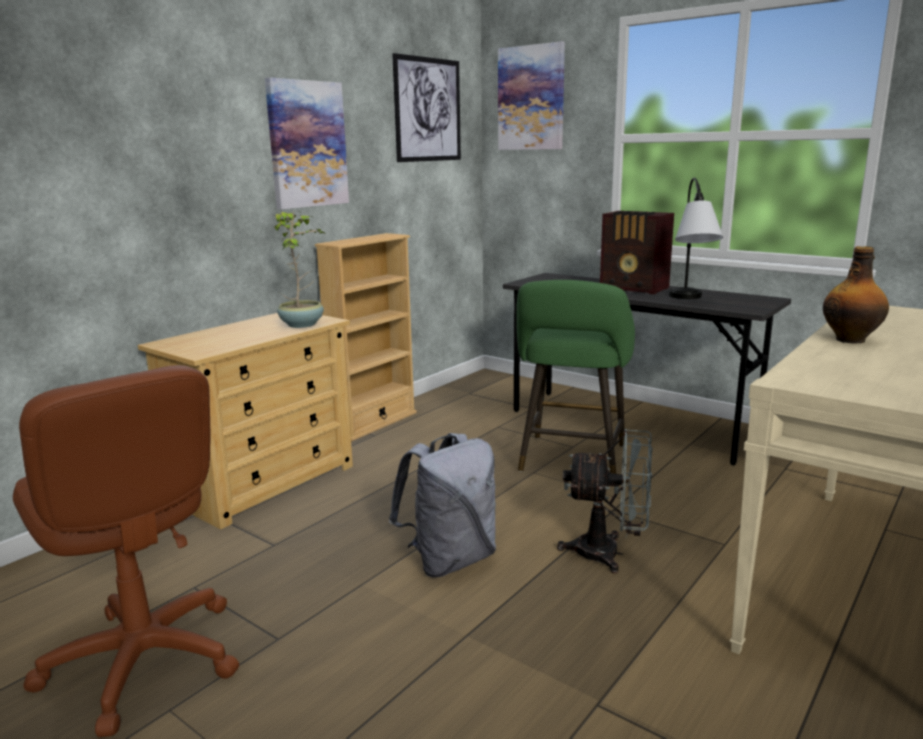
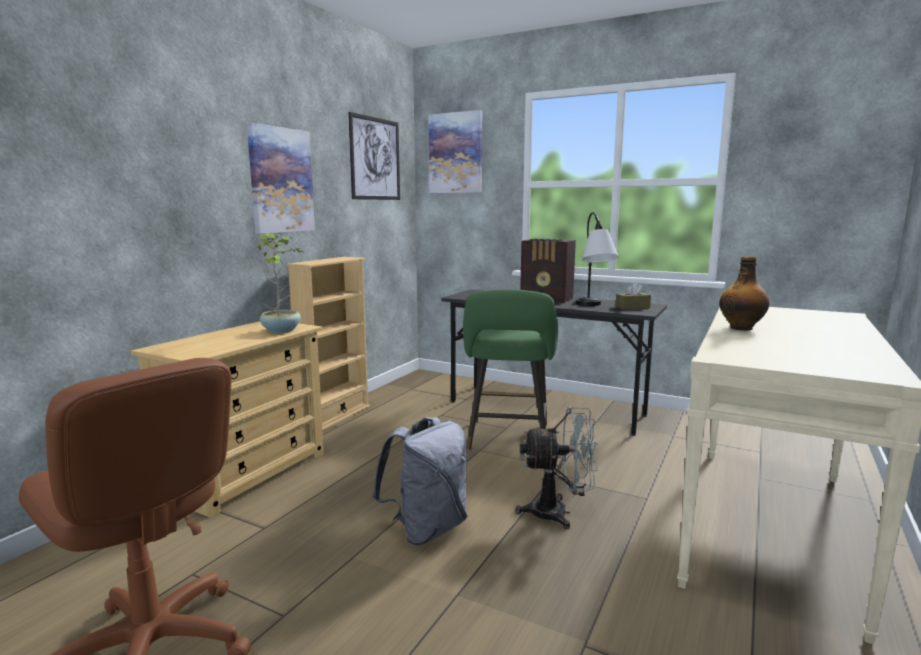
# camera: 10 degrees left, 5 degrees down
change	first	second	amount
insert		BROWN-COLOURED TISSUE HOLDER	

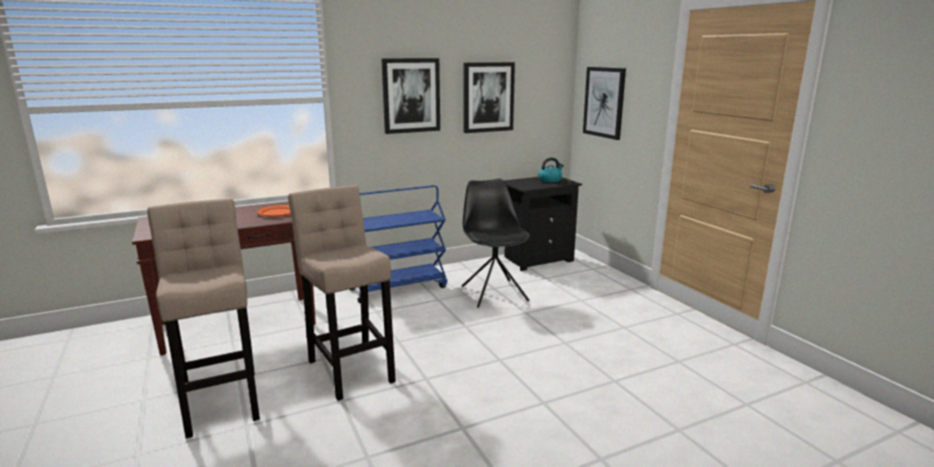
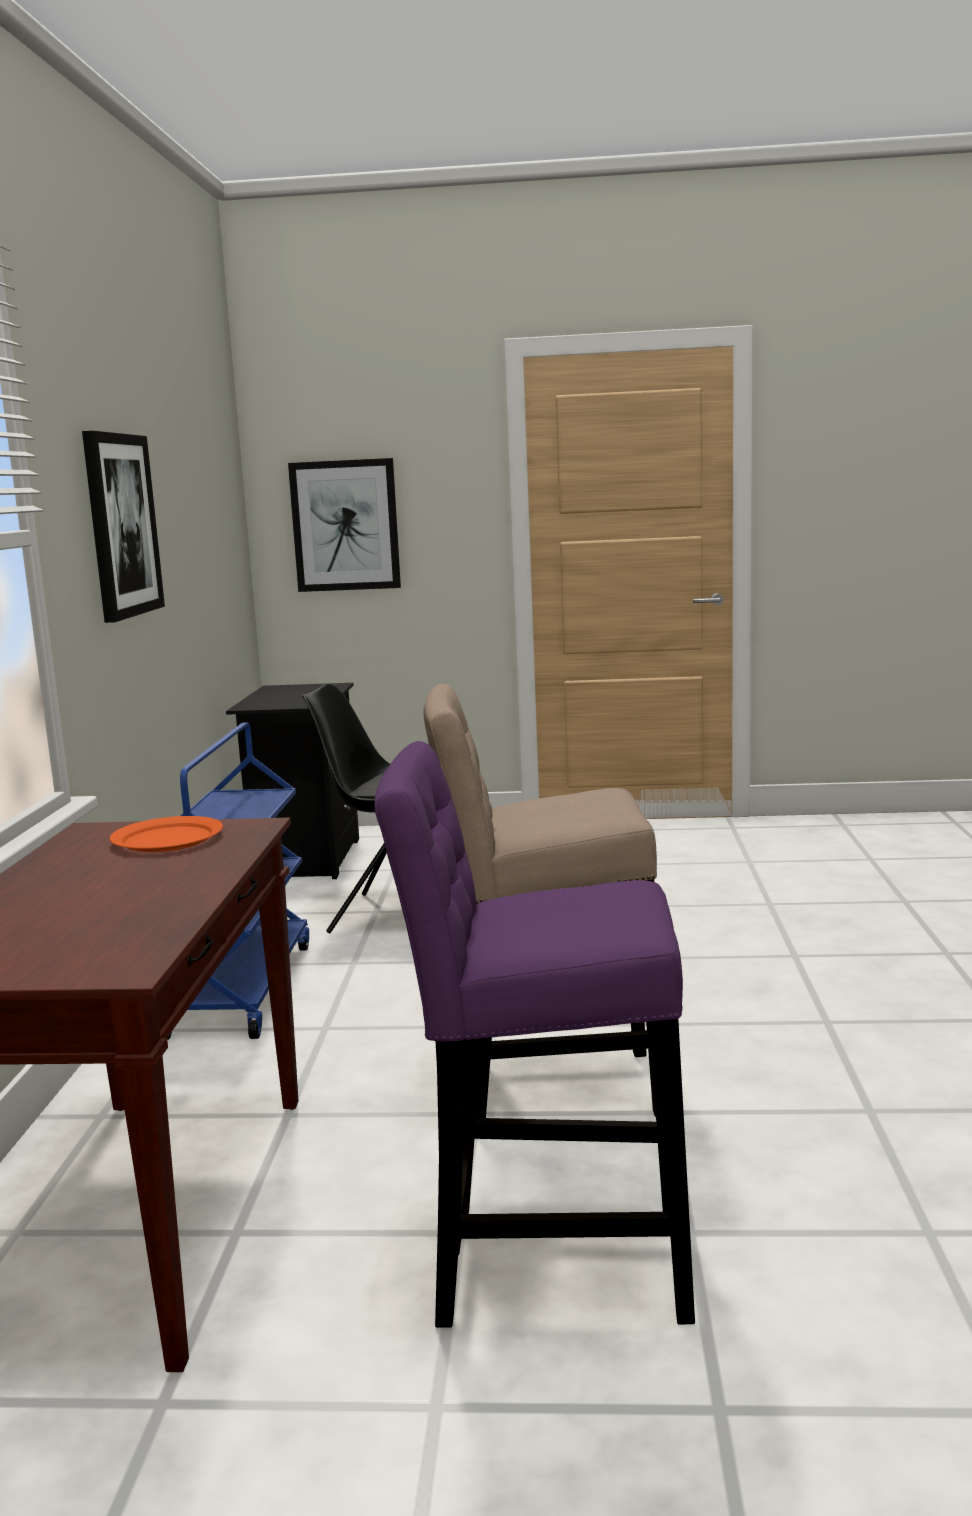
# camera: 60 degrees left, 5 degrees down
change	first	second	amount
recolor	SAND-COLOURED STOOL SEAT (1st from left)	PURPLE-COLOURED STOOL SEAT	
delete	WALL PICTURE (2nd from left)		
delete	TEA KETTLE		

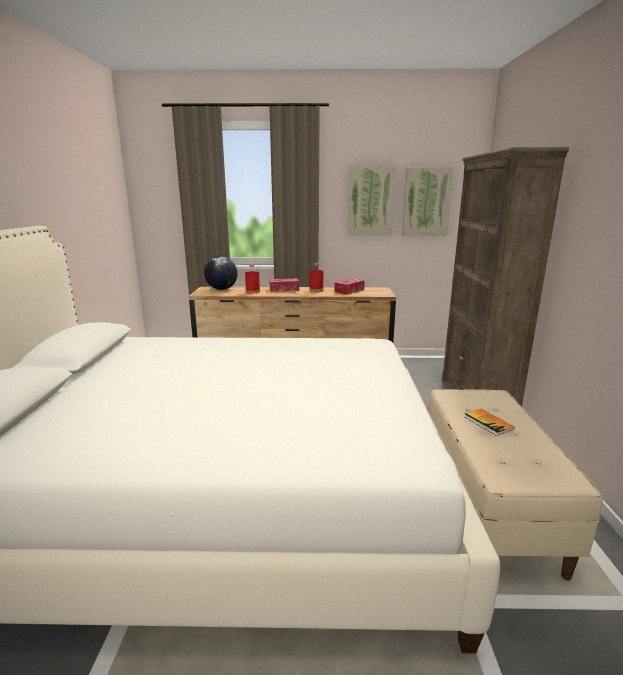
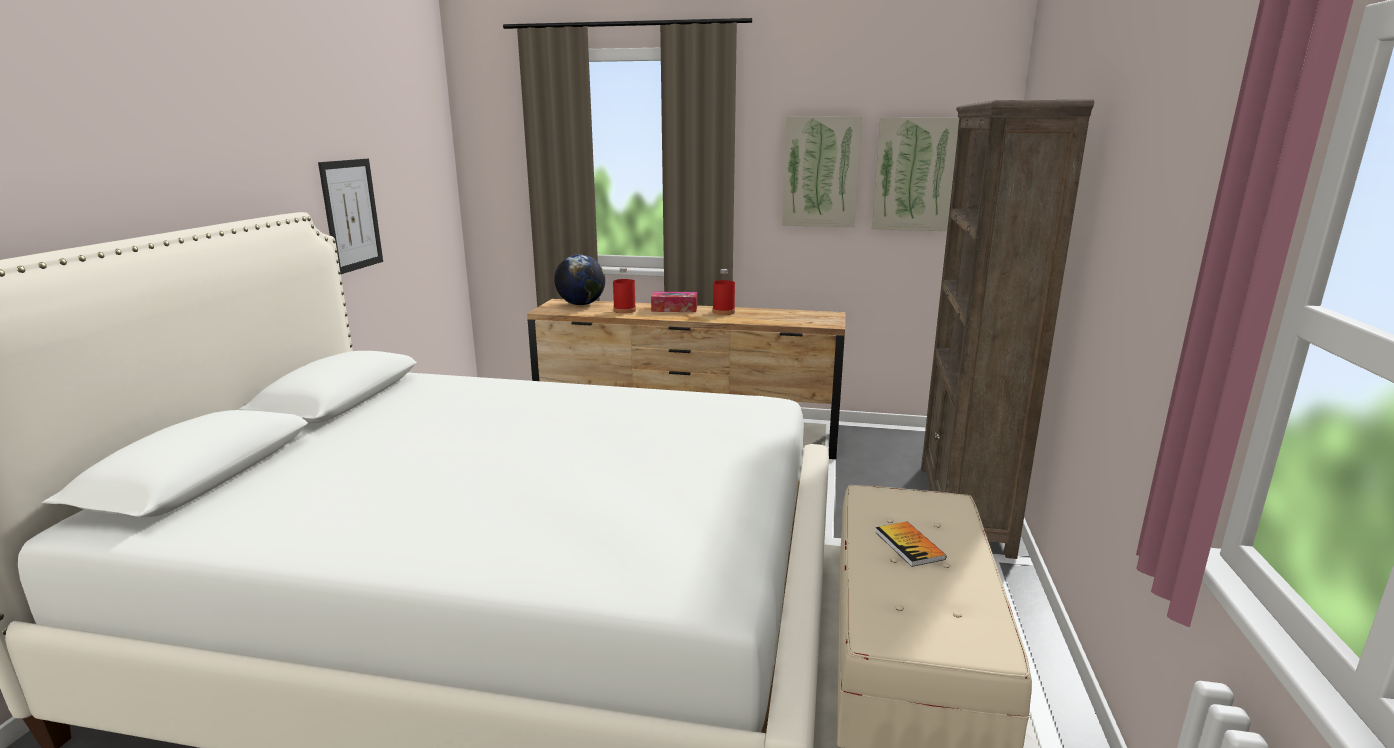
# camera: 10 degrees right, 0 degrees up
change	first	second	amount
insert		WALL PICTURE (1st from left)	
delete	TISSUE HOLDER (2nd from left)		

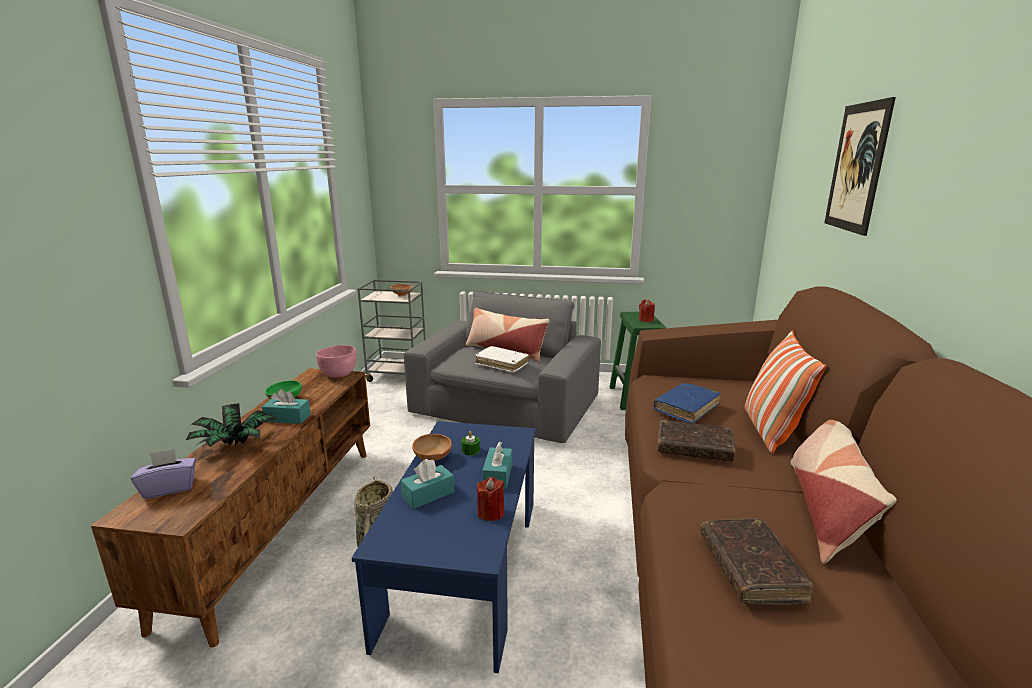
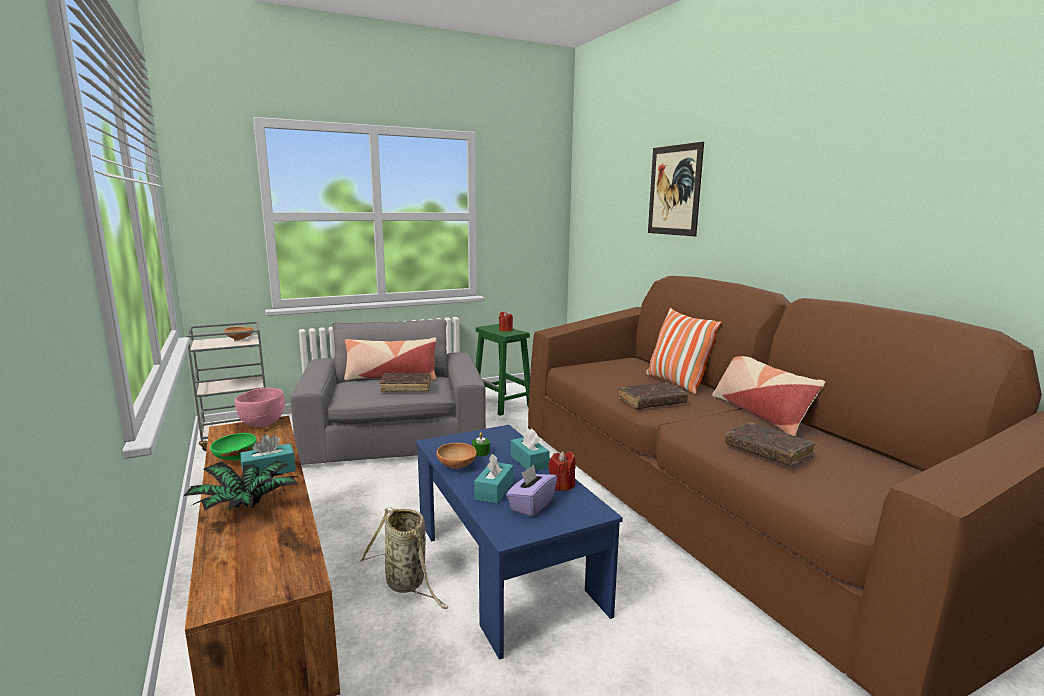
# camera: 35 degrees left, 5 degrees down
change	first	second	amount
recolor	WHITISH BOUND BOOK	BROWN-COLOURED BOUND BOOK (1st from left)	
move	PURPLE-COLOURED TISSUE HOLDER		
delete	BLUE BOUND BOOK		

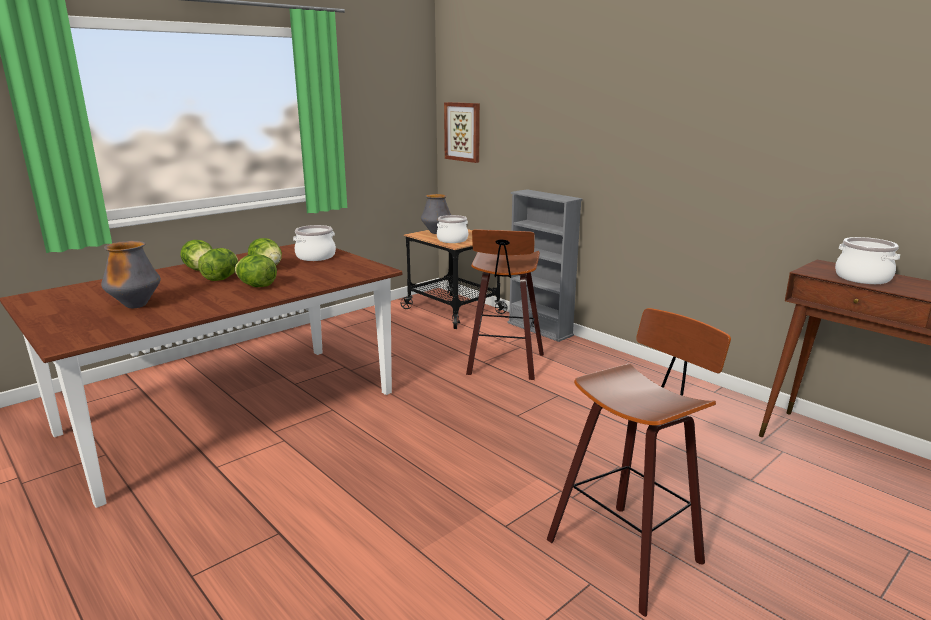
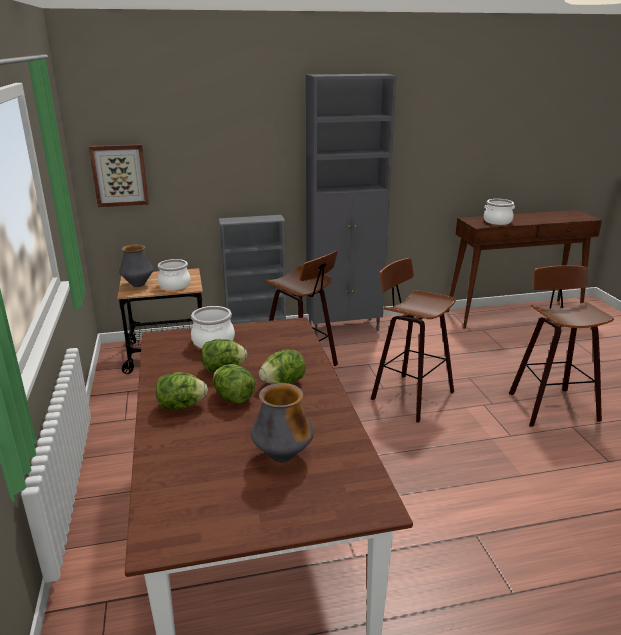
# camera: 60 degrees left, 5 degrees up
change	first	second	amount
insert		GREYISH STORAGE CABINET	
insert		STOOL SEAT (2nd from left)	

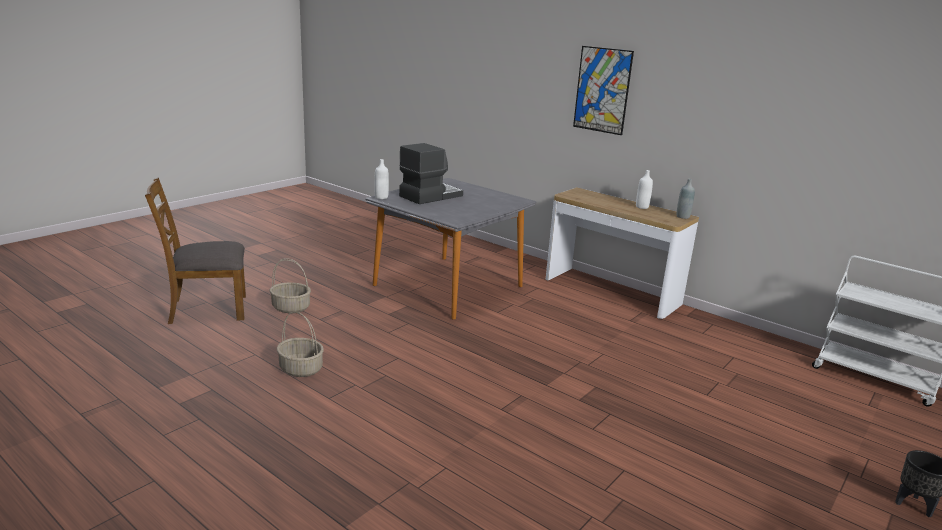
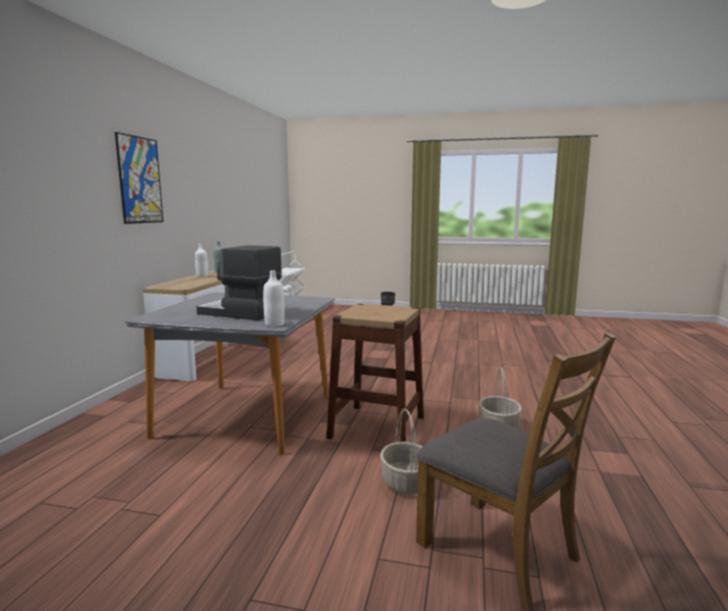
# camera: 115 degrees left, 10 degrees down
change	first	second	amount
insert		BROWN-COLOURED STOOL SEAT	

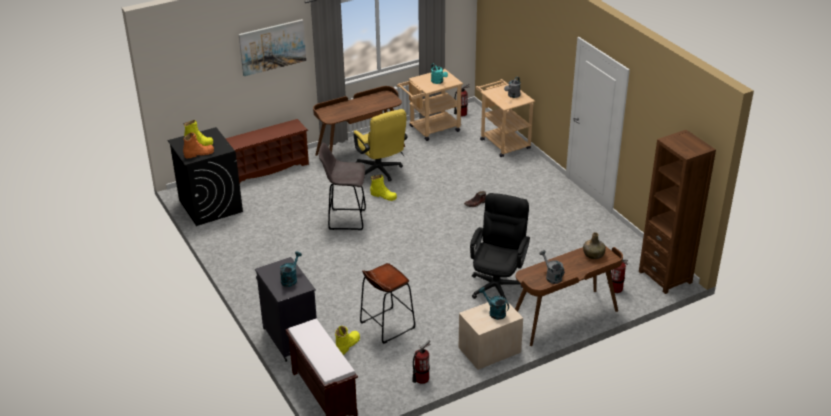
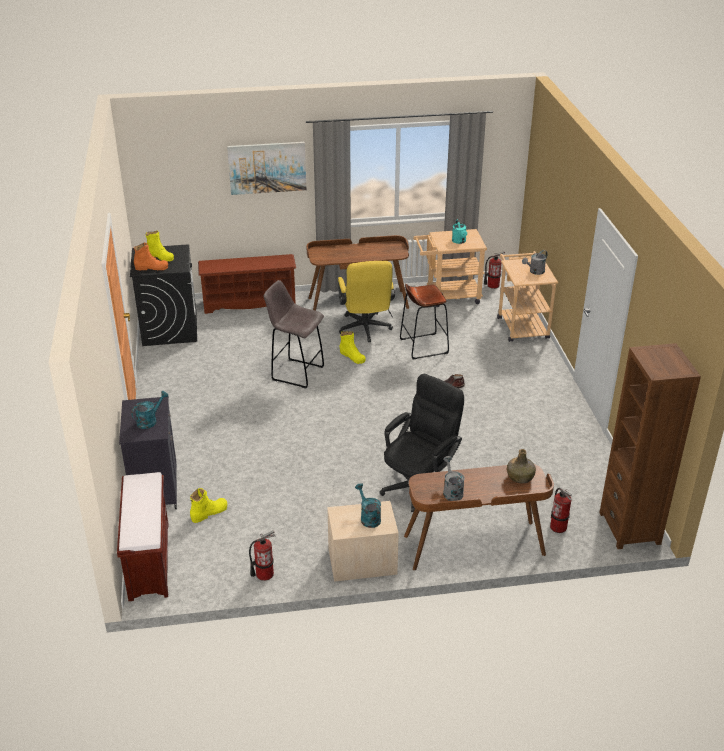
# camera: 20 degrees right, 0 degrees up
change	first	second	amount
move	BROWN-COLOURED STOOL SEAT		

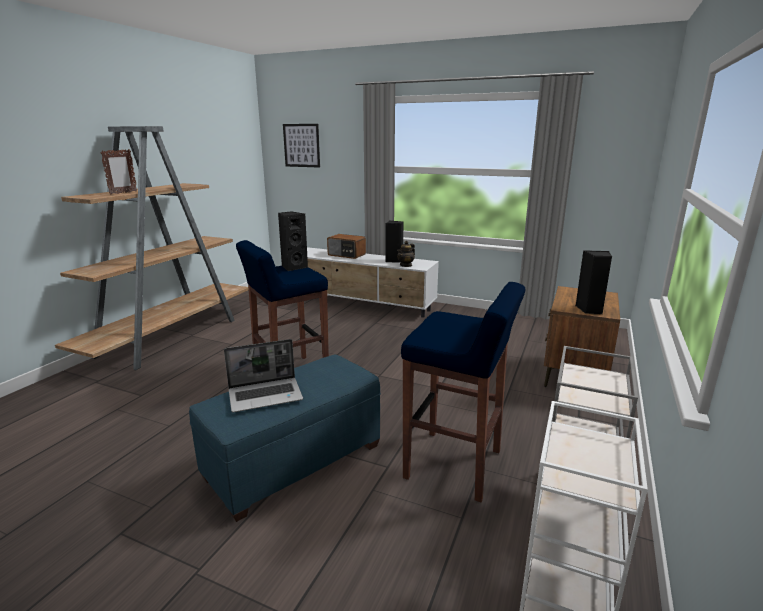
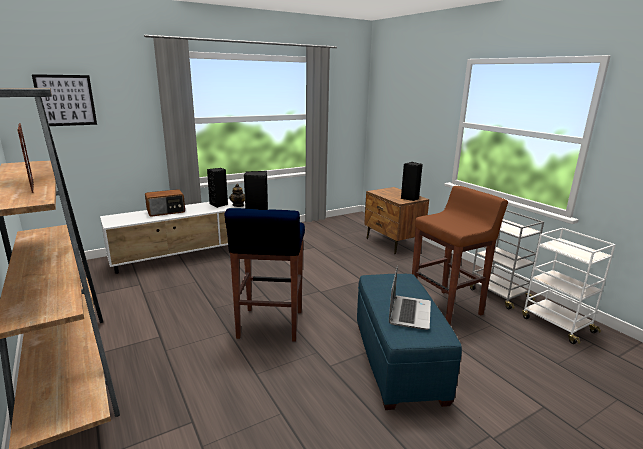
# camera: 55 degrees left, 0 degrees up
change	first	second	amount
recolor	BLUE STOOL SEAT (2nd from left)	BROWN-COLOURED STOOL SEAT	

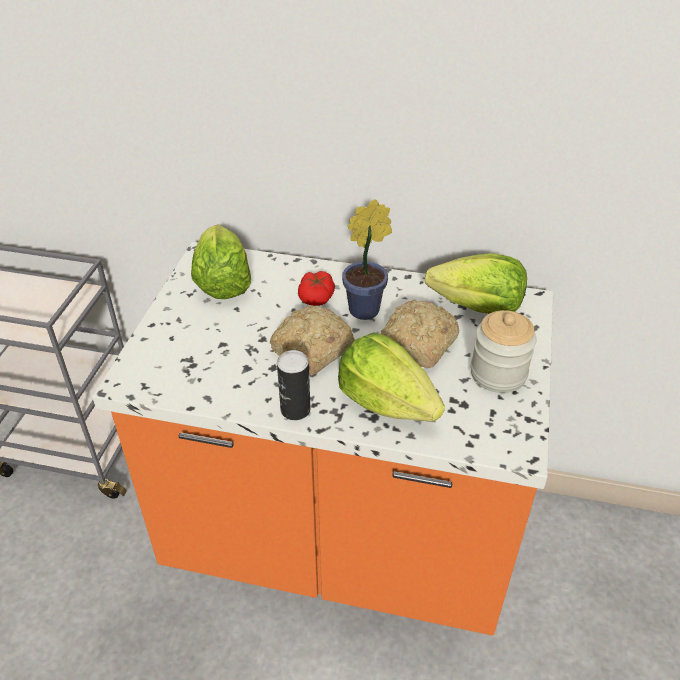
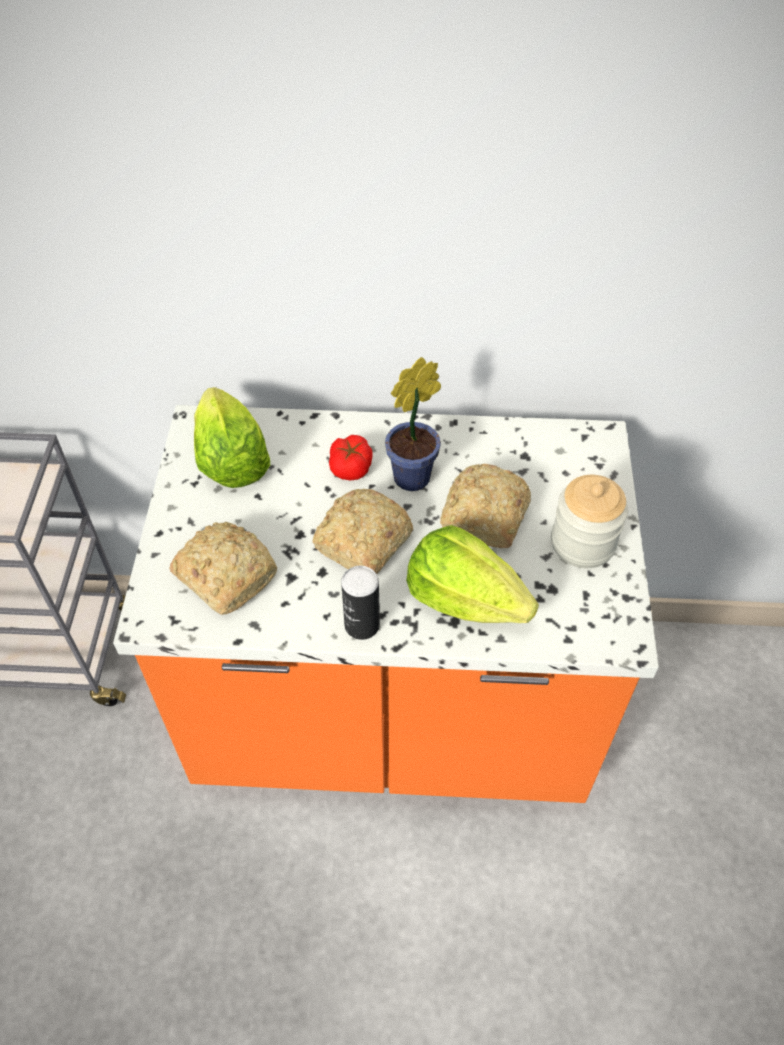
# camera: 10 degrees left, 10 degrees up
change	first	second	amount
insert		BREAD (1st from left)	
delete	LETTUCE HEAD (3rd from left)		

